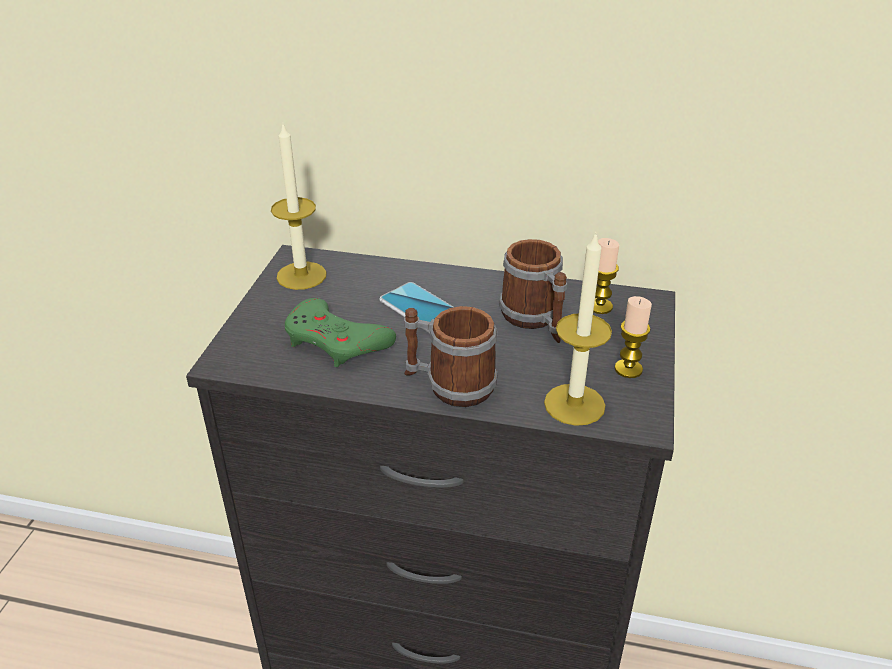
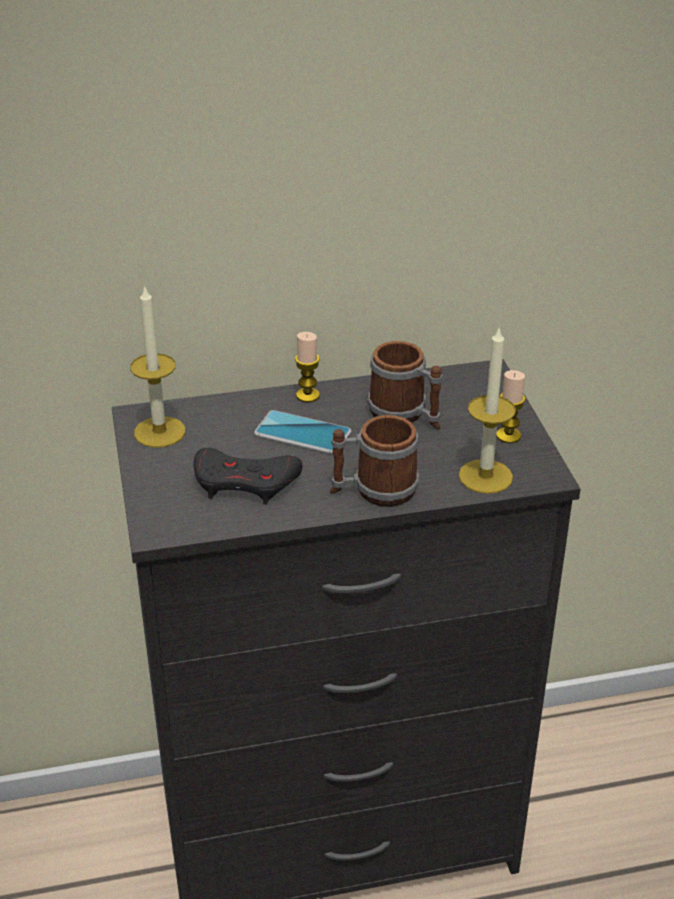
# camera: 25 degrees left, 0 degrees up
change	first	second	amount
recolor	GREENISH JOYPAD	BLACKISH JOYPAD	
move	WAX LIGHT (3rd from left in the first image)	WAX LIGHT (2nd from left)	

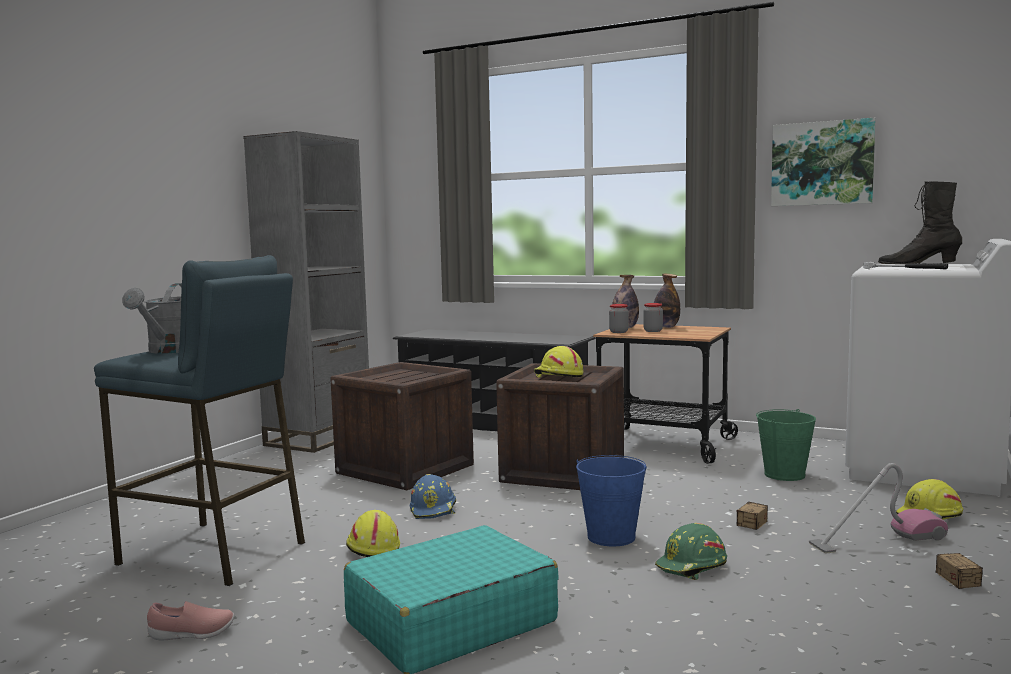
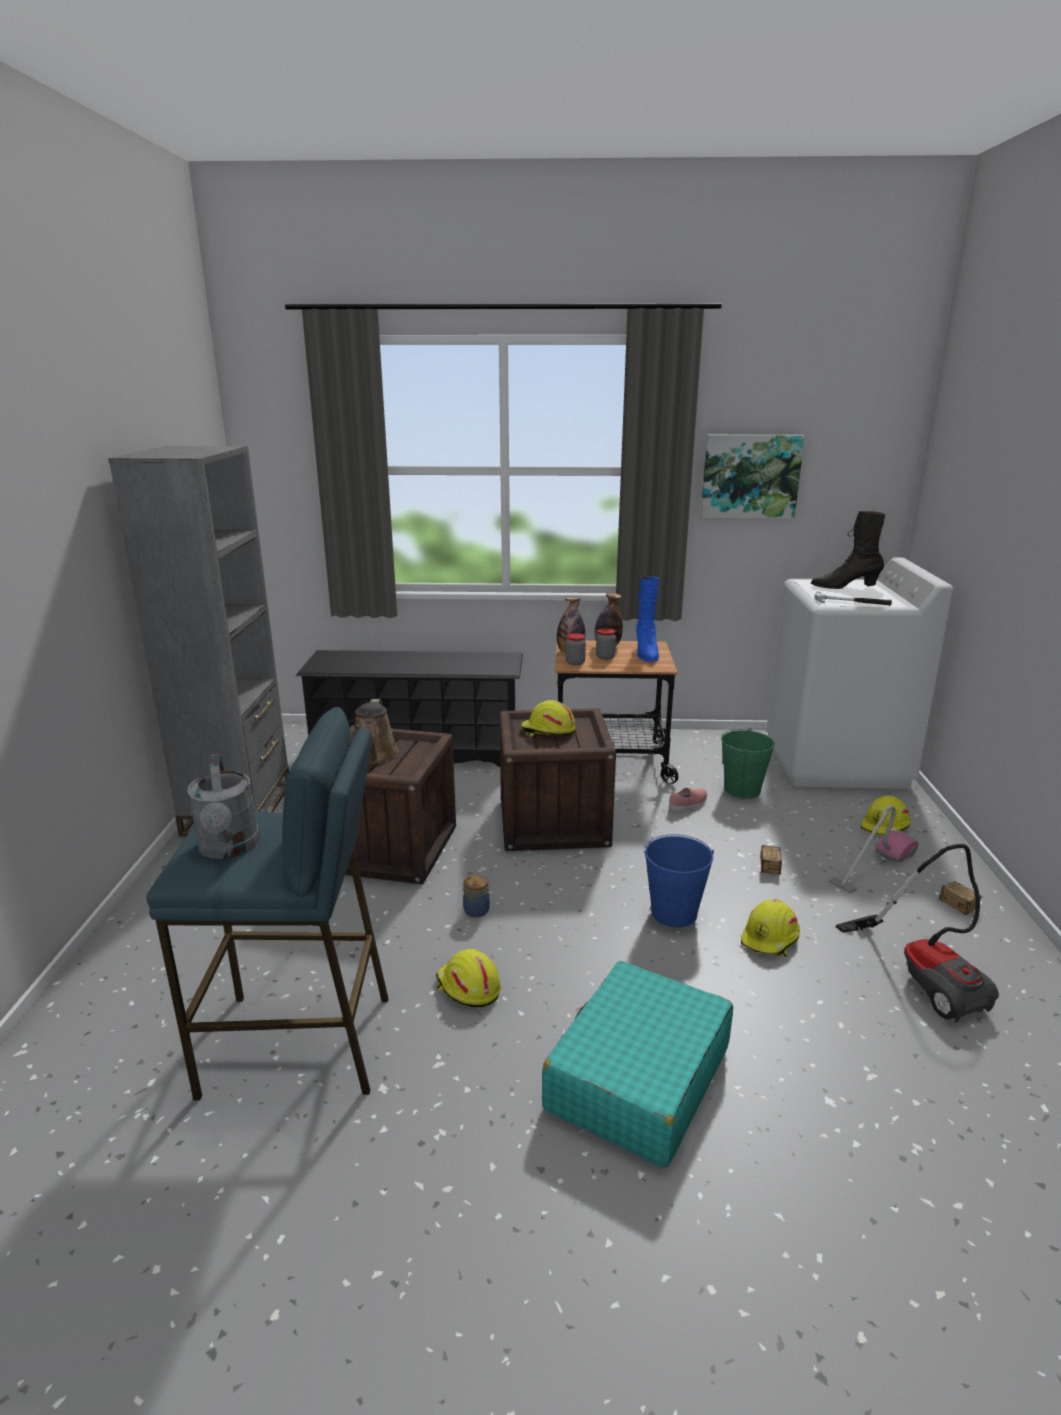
# camera: 25 degrees left, 15 degrees up
change	first	second	amount
insert		BROWN-COLOURED SPRINKLING CAN	
replace	BLUE WORK HELMET	PRESERVE JAR (1st from left)	
insert		BLUE HIGH-TOP BOOT	
move	PINK-COLOURED SHOE		
recolor	GREENISH WORK HELMET	YELLOW-COLOURED WORK HELMET (3rd from left)	
insert		HOOVER (2nd from left)	

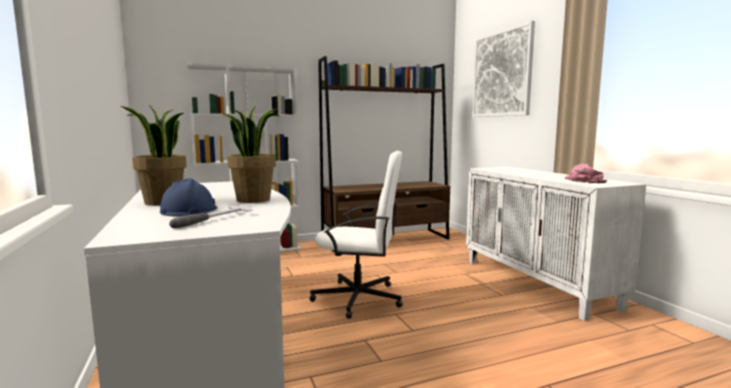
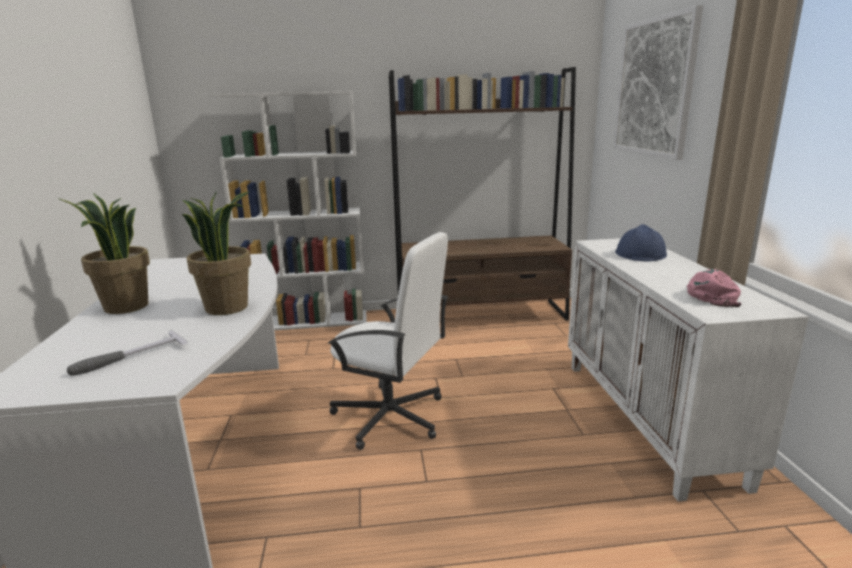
# camera: 15 degrees right, 10 degrees up
change	first	second	amount
move	BLUE WORK HELMET		

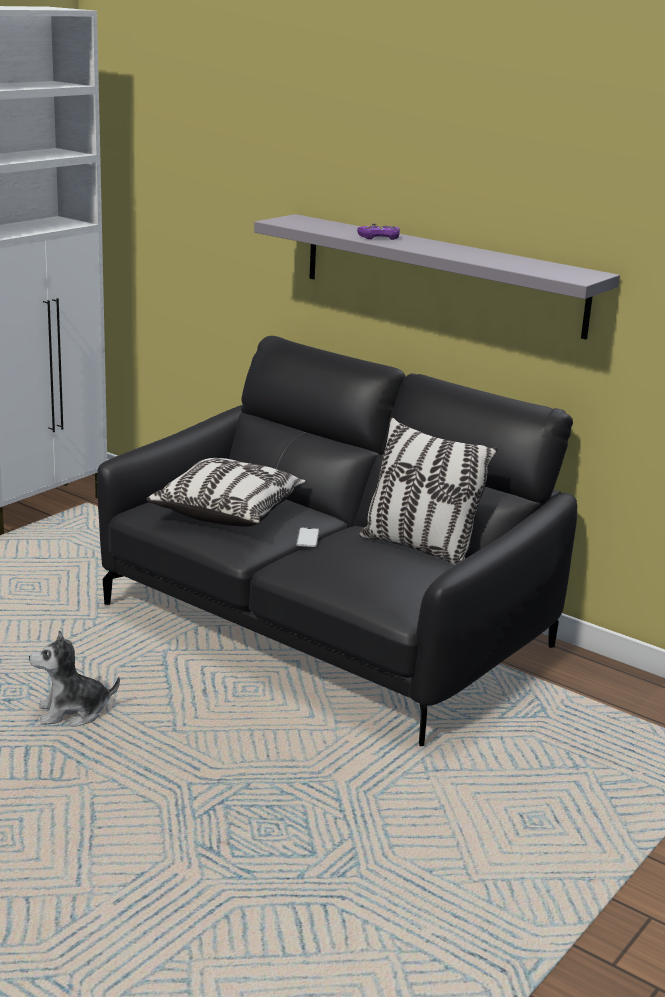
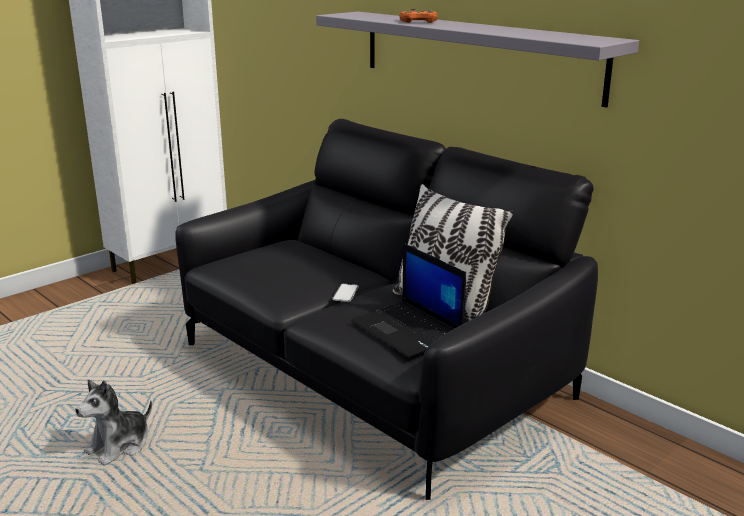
# camera: 10 degrees right, 0 degrees up
change	first	second	amount
rotate	PLUSH TOY		45 degrees counterclockwise
insert		LAPTOP	
recolor	PURPLE-COLOURED JOYPAD	ORANGE JOYPAD	
delete	THROW PILLOW (1st from left)		

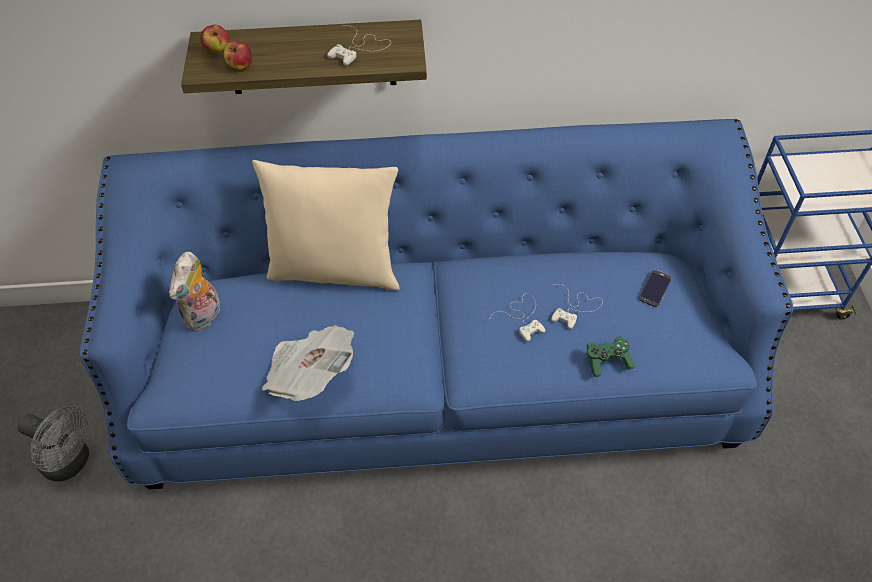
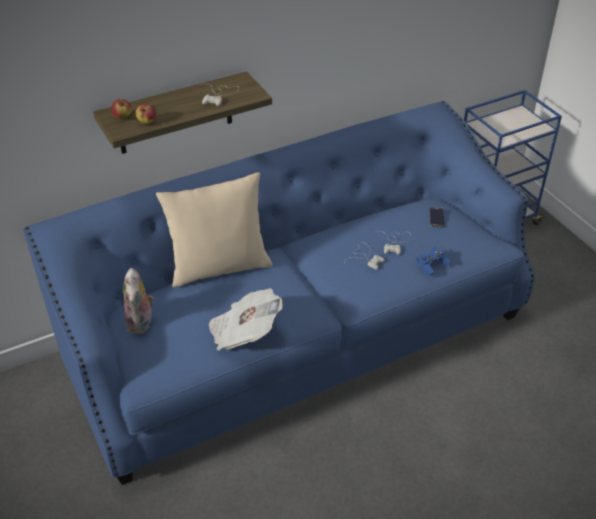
# camera: 25 degrees left, 10 degrees down
change	first	second	amount
recolor	GREENISH JOYPAD	BLUE JOYPAD	
delete	GREYISH FAN		

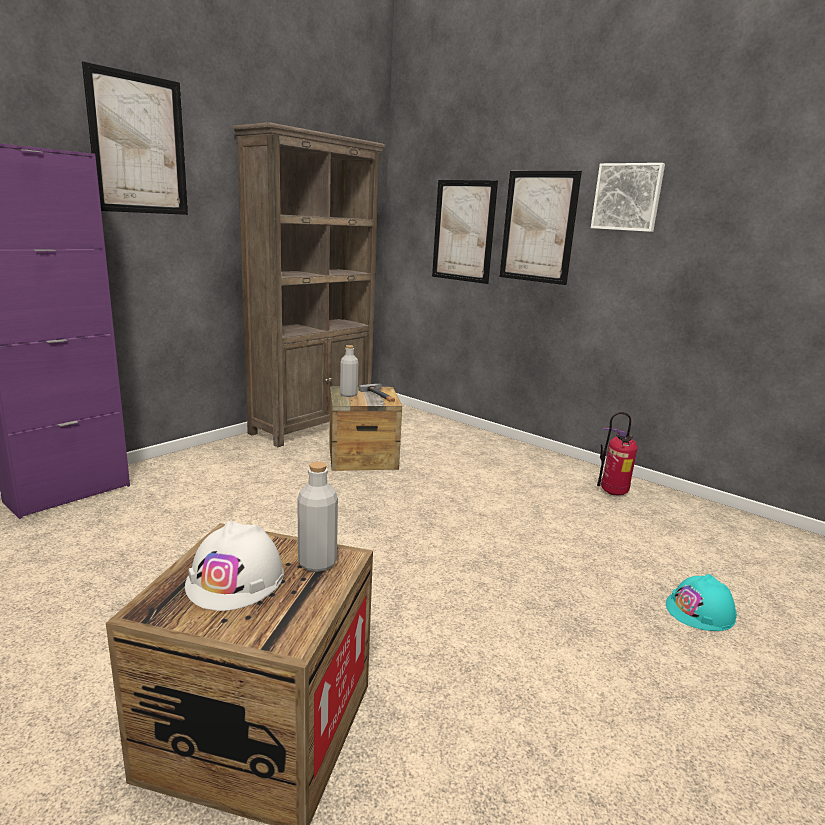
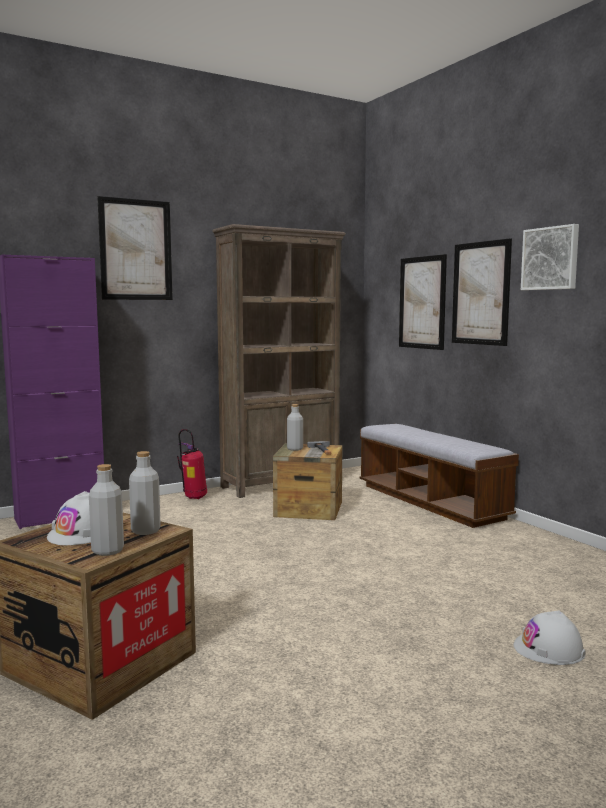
# camera: 20 degrees right, 10 degrees down
change	first	second	amount
insert		GREYISH BOTTLE (1st from left)	
move	EXTINGUISHER		
insert		INDOOR BENCH	
recolor	TURQUOISE-COLOURED WORK HELMET	WHITISH WORK HELMET (2nd from left)	

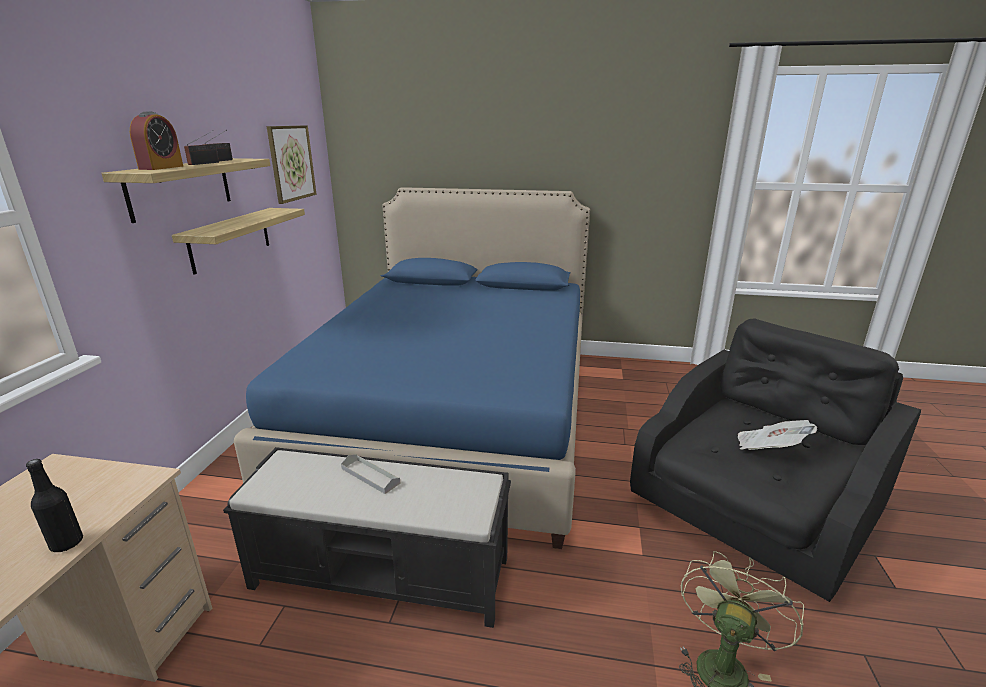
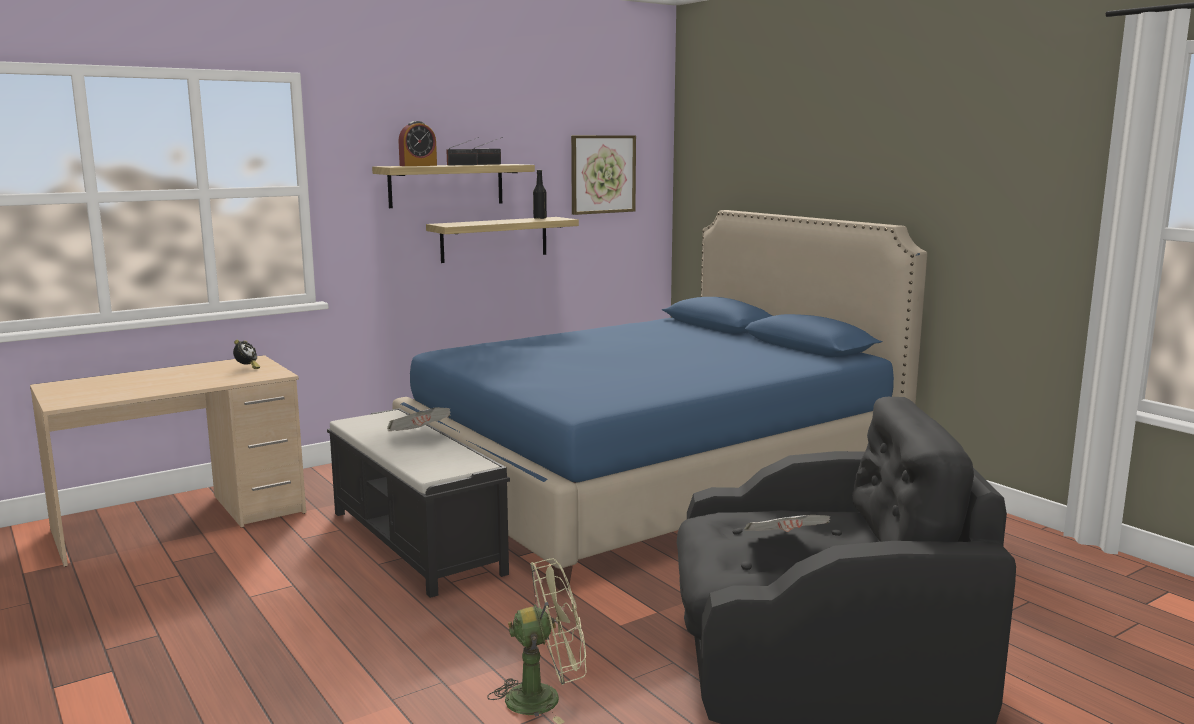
# camera: 45 degrees right, 10 degrees down
change	first	second	amount
insert		ALARM CLOCK (1st from left)	
replace	GREYISH CARRYING TRAY	PRINTED PAPER (1st from left)	
move	BLACKISH BOTTLE		

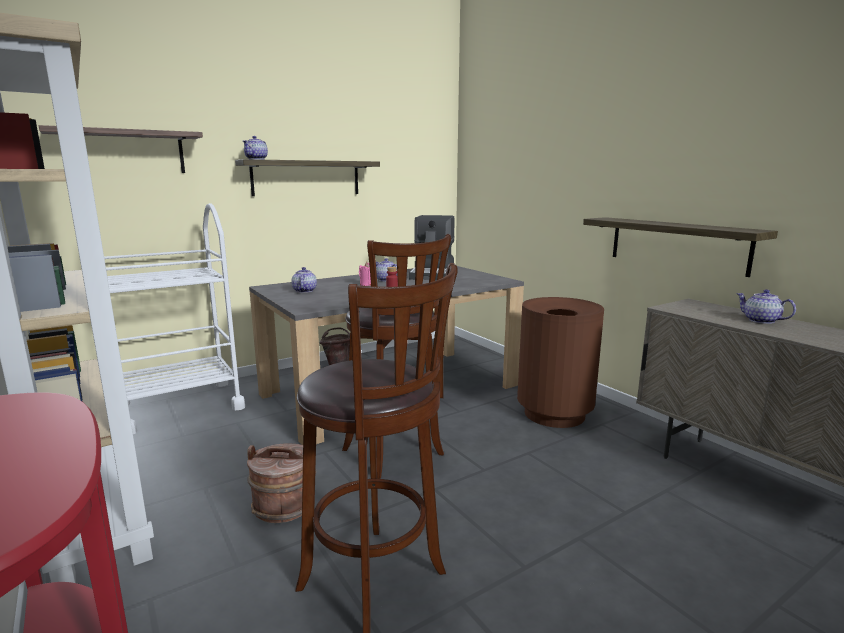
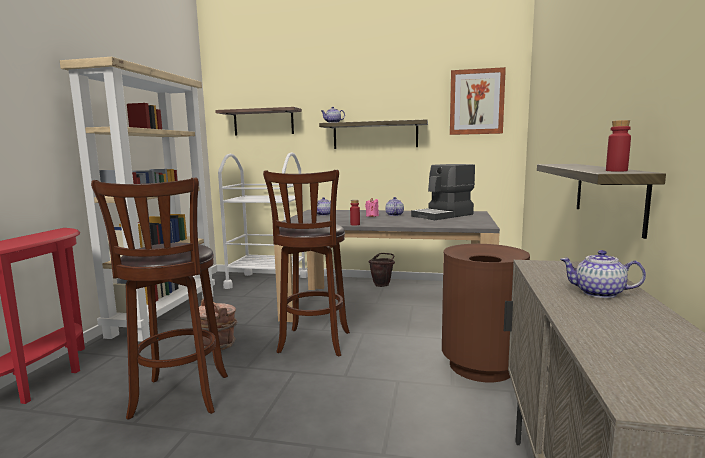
# camera: 45 degrees right, 5 degrees down
change	first	second	amount
insert		WALL PICTURE	
rotate	TEAPOT (4th from left)		75 degrees counterclockwise
insert		RED-COLOURED BOTTLE (2nd from left)	

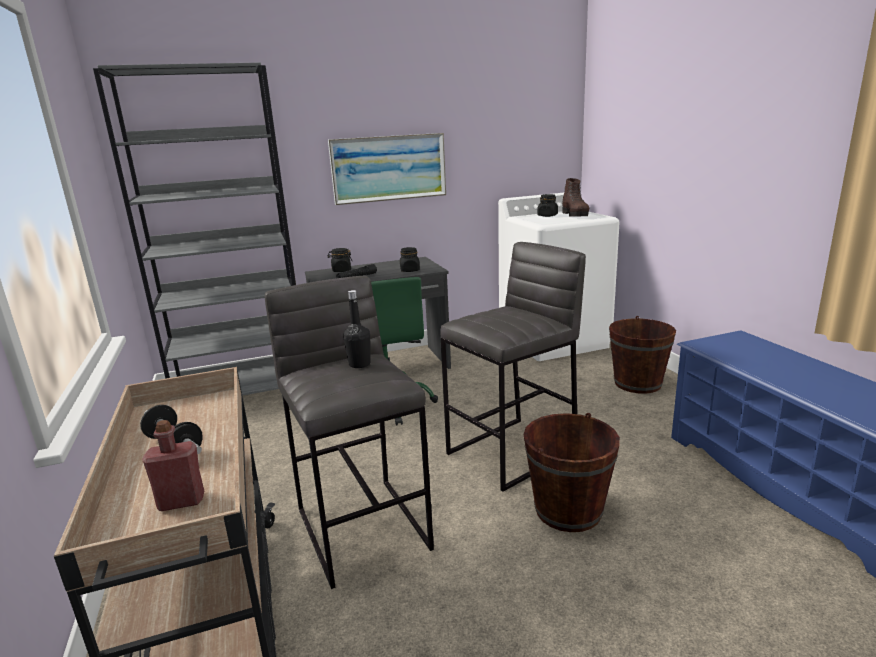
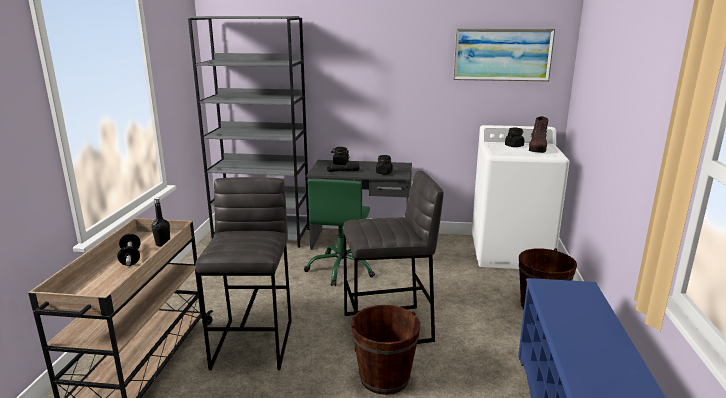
# camera: 25 degrees right, 0 degrees up
change	first	second	amount
move	BLACKISH BOTTLE		
move	WALL PICTURE		
delete	RED-COLOURED BOTTLE		

